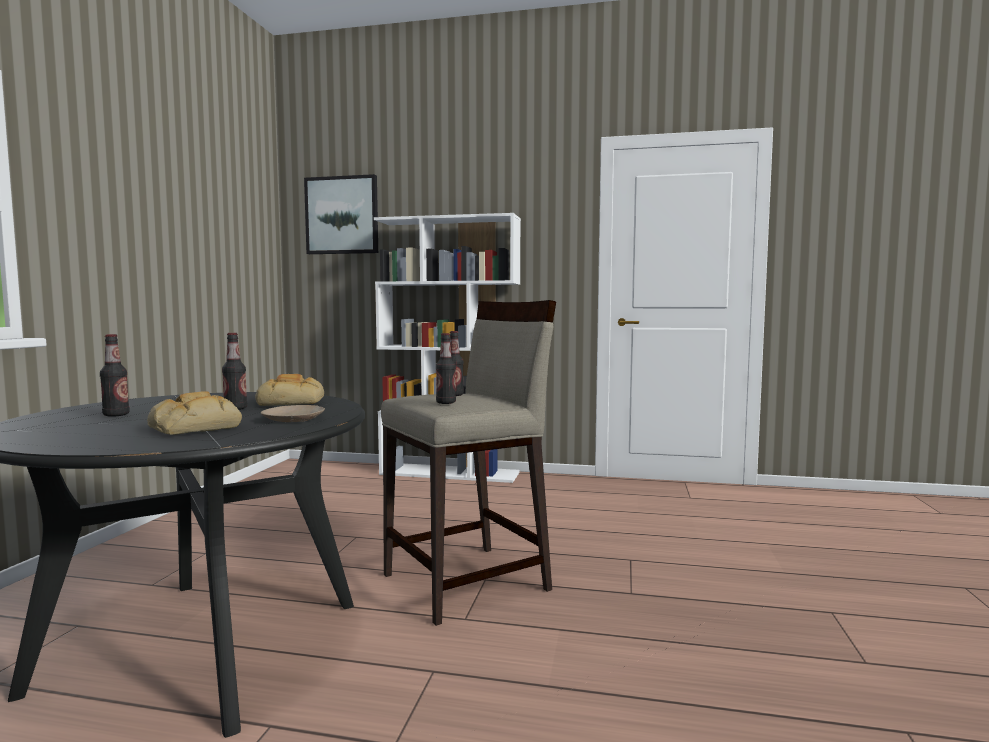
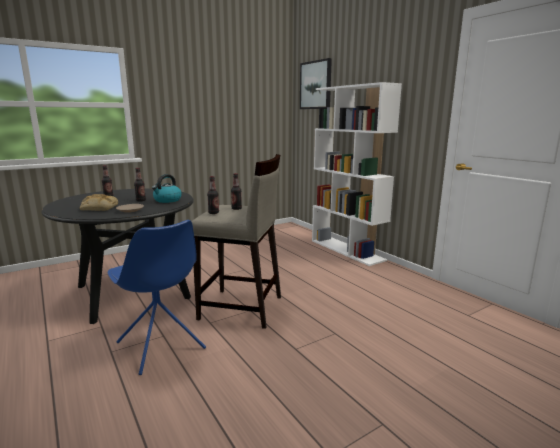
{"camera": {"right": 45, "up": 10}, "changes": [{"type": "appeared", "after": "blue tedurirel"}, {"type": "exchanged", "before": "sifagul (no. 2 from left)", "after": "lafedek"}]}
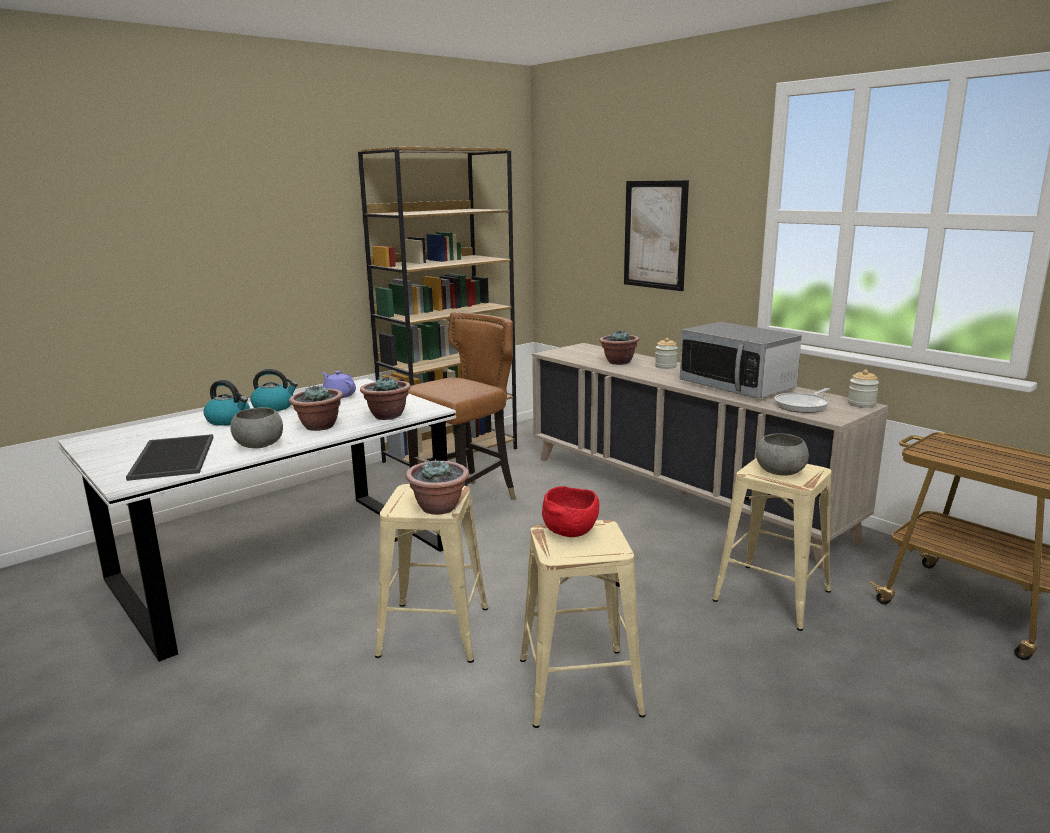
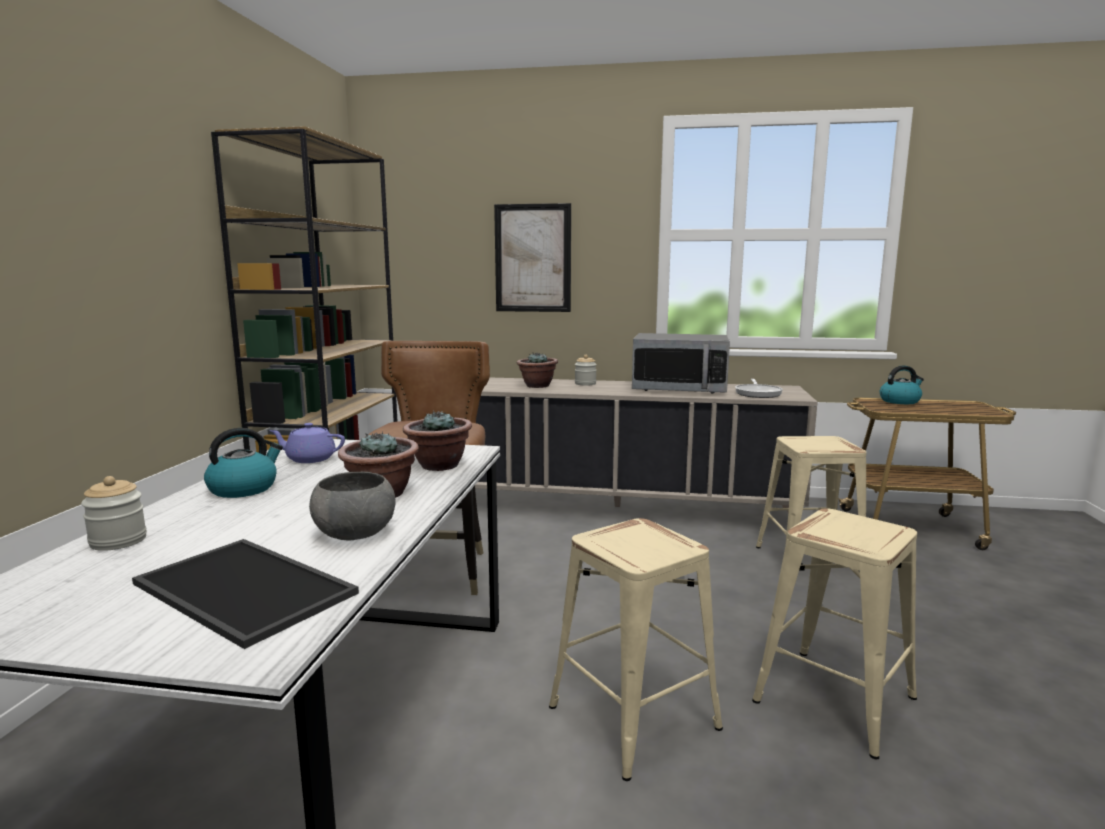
{"camera": {"right": -40, "up": -5}, "changes": [{"type": "relocated", "before": "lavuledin (no. 2 from left in the first image)", "after": "lavuledin (no. 1 from left)"}, {"type": "relocated", "before": "lafedek (no. 1 from left in the first image)", "after": "lafedek (no. 2 from left)"}, {"type": "missing", "before": "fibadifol (no. 3 from left)"}, {"type": "missing", "before": "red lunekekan"}, {"type": "missing", "before": "grey lunekekan (no. 2 from left)"}]}
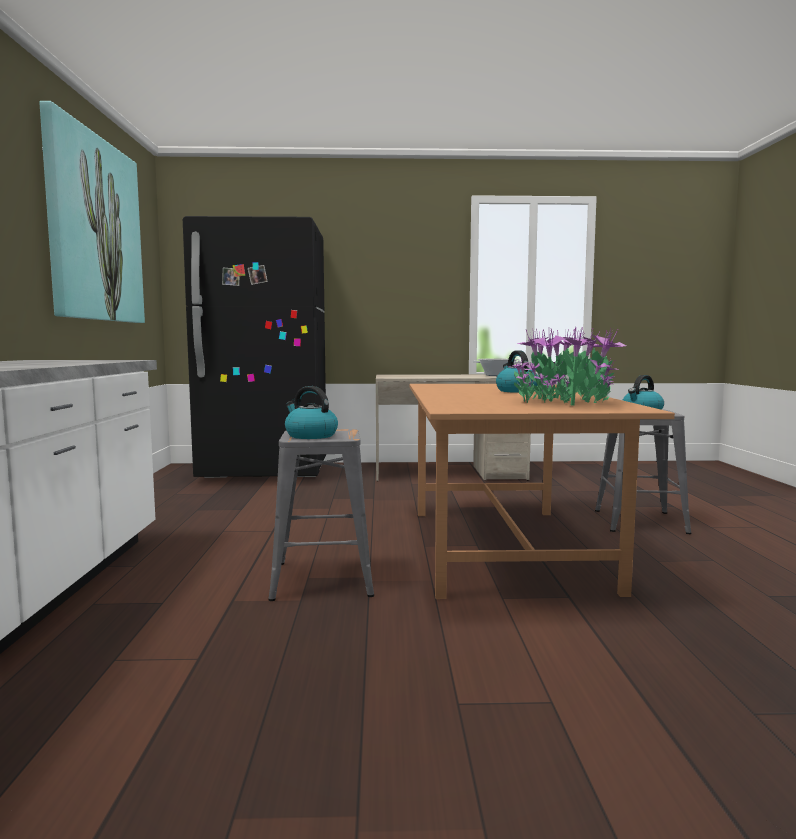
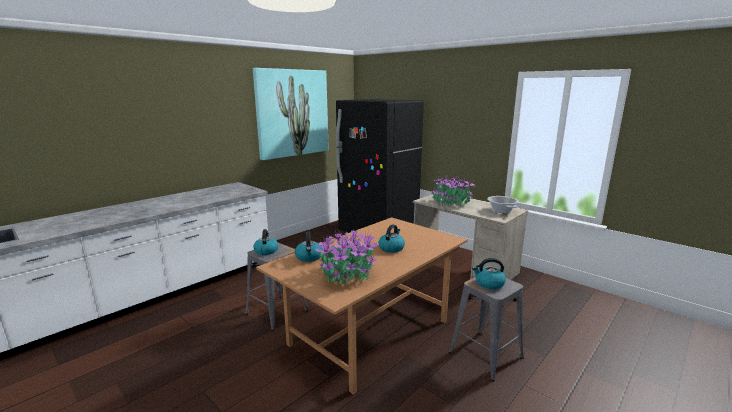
{"camera": {"right": 45, "up": 10}, "changes": [{"type": "appeared", "after": "lafedek (no. 2 from left)"}, {"type": "appeared", "after": "fibadifol (no. 2 from left)"}]}
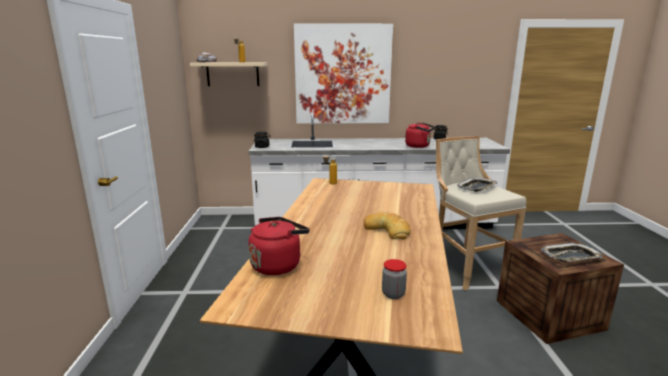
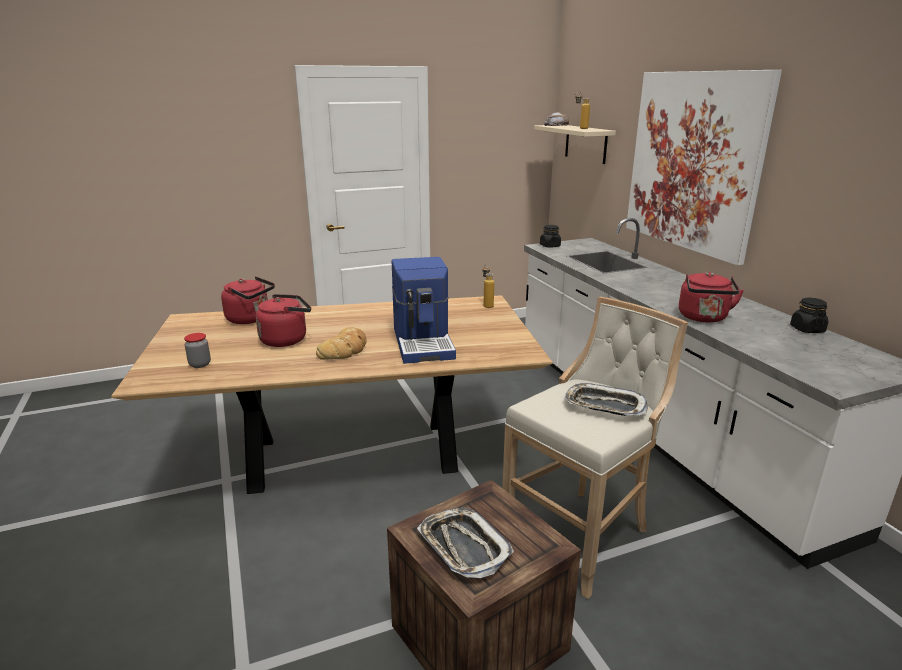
{"camera": {"right": 70, "up": 5}, "changes": [{"type": "appeared", "after": "red lafedek (no. 2 from left)"}, {"type": "appeared", "after": "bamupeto"}]}
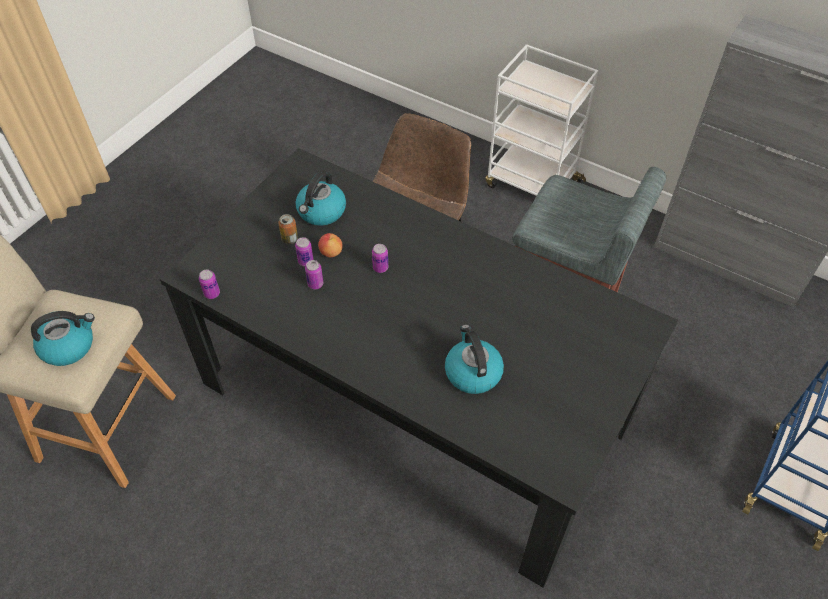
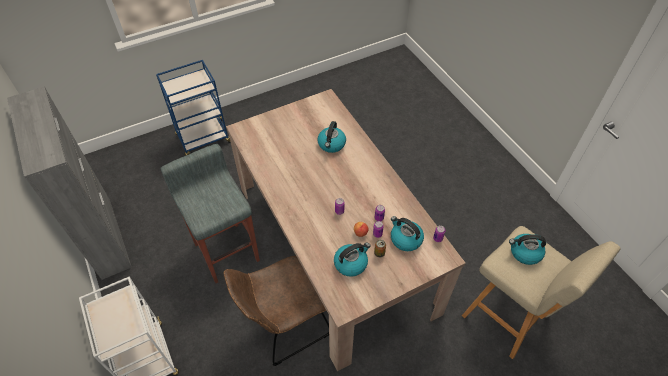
{"camera": {"right": -150, "up": 0}, "changes": [{"type": "colour", "before": "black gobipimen", "after": "beige gobipimen"}, {"type": "appeared", "after": "lafedek (no. 3 from left)"}]}
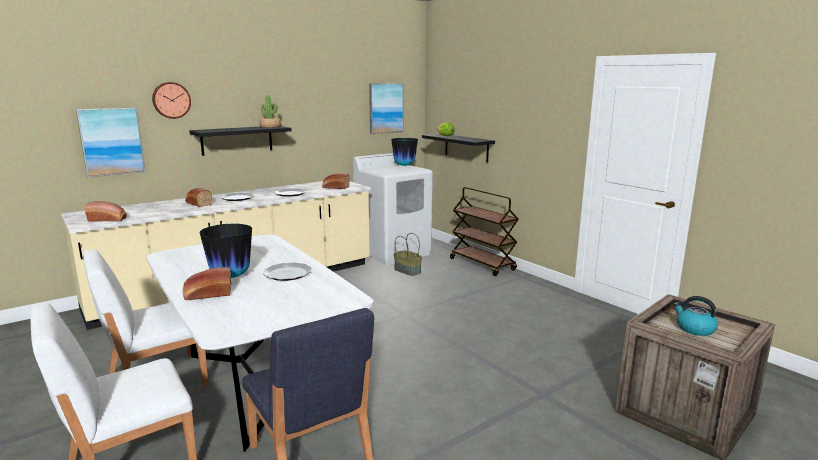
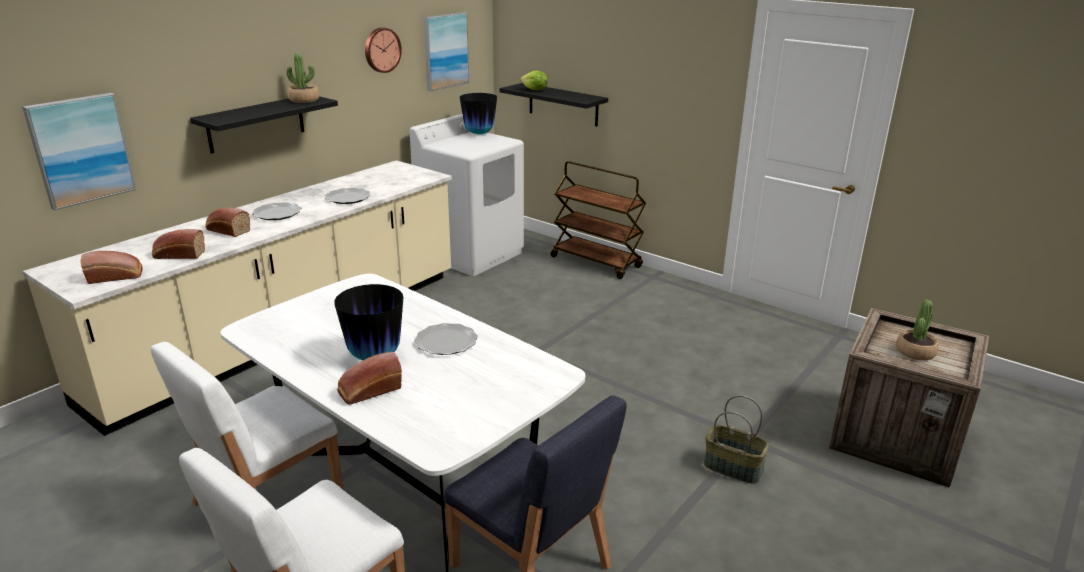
{"camera": {"right": -15, "up": 10}, "changes": [{"type": "relocated", "before": "sifagul (no. 4 from left in the first image)", "after": "sifagul (no. 2 from left)"}, {"type": "relocated", "before": "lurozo"}, {"type": "relocated", "before": "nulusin"}, {"type": "exchanged", "before": "lafedek", "after": "fibadifol (no. 2 from left)"}]}
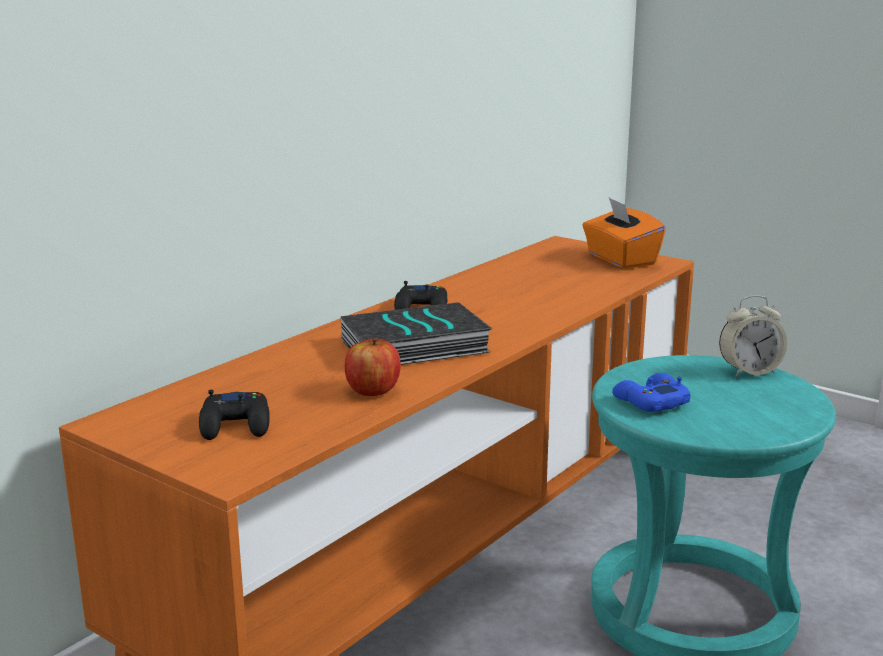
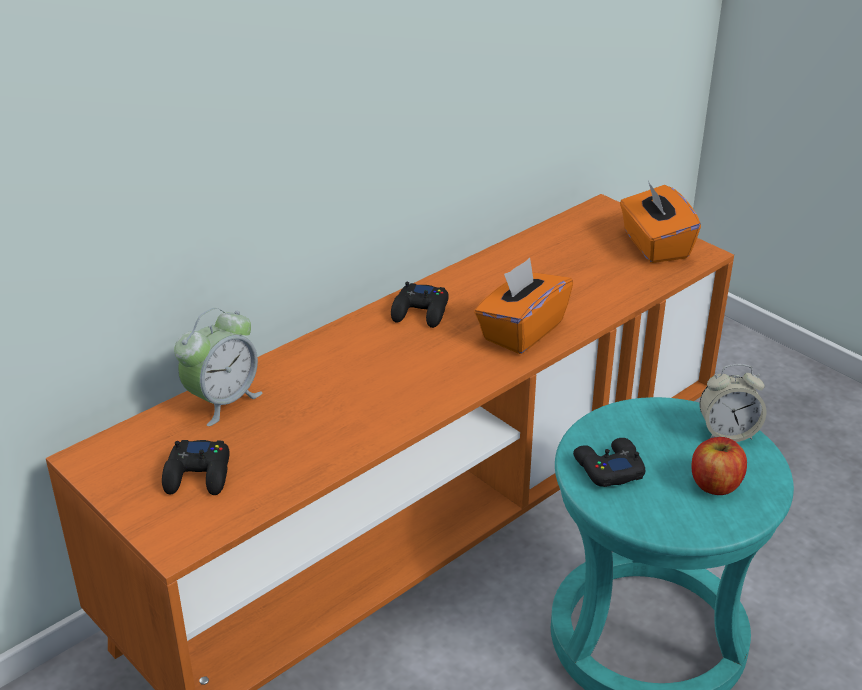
{"camera": {"right": 10, "up": 15}, "changes": [{"type": "appeared", "after": "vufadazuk (no. 1 from left)"}, {"type": "appeared", "after": "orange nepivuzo (no. 1 from left)"}, {"type": "colour", "before": "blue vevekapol", "after": "black vevekapol (no. 3 from left)"}, {"type": "relocated", "before": "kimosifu"}, {"type": "missing", "before": "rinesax"}]}
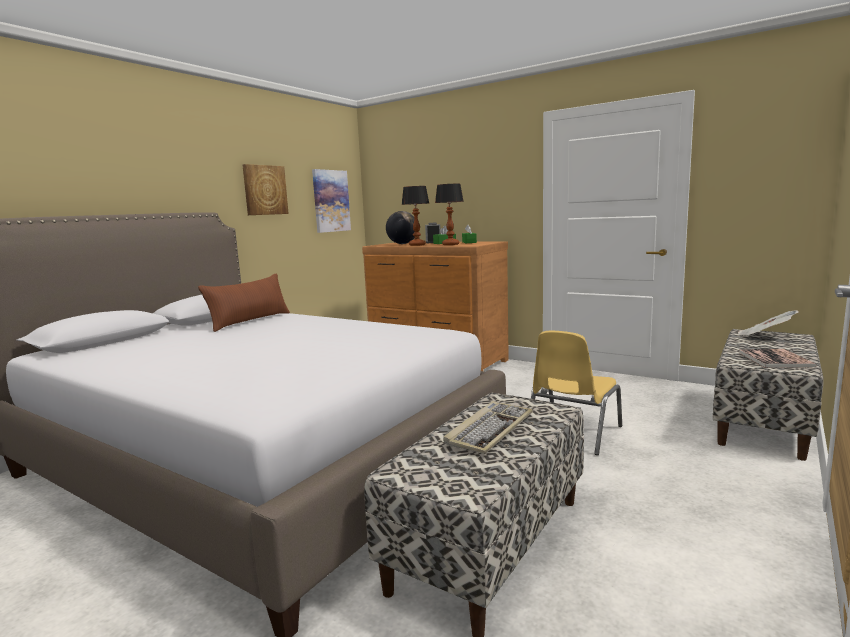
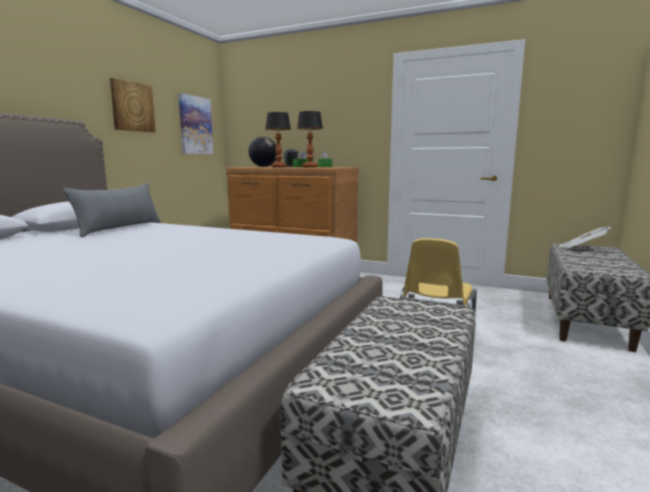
{"camera": {"right": -10, "up": 0}, "changes": [{"type": "colour", "before": "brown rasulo", "after": "grey rasulo"}, {"type": "missing", "before": "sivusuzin"}, {"type": "missing", "before": "rinesax"}]}
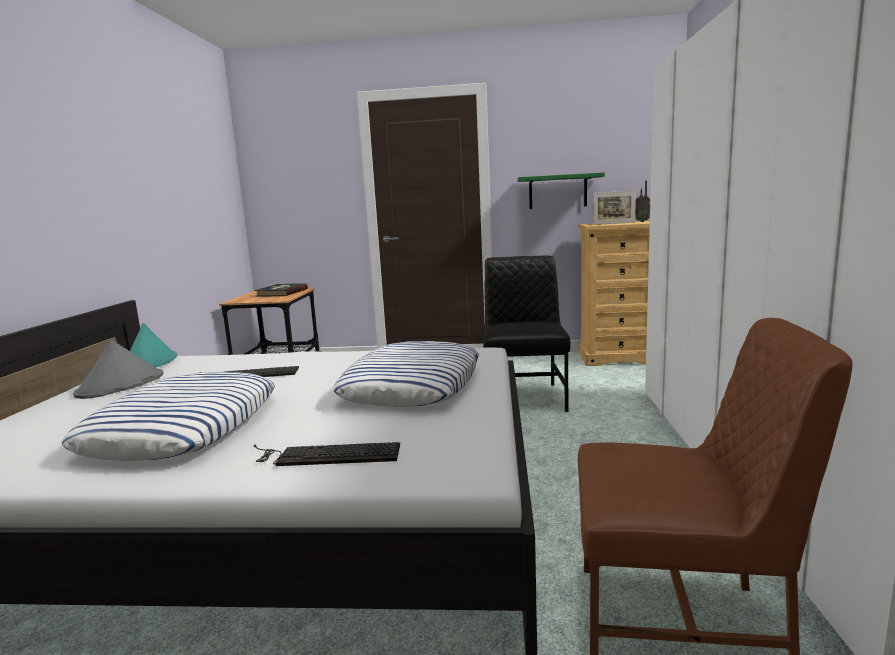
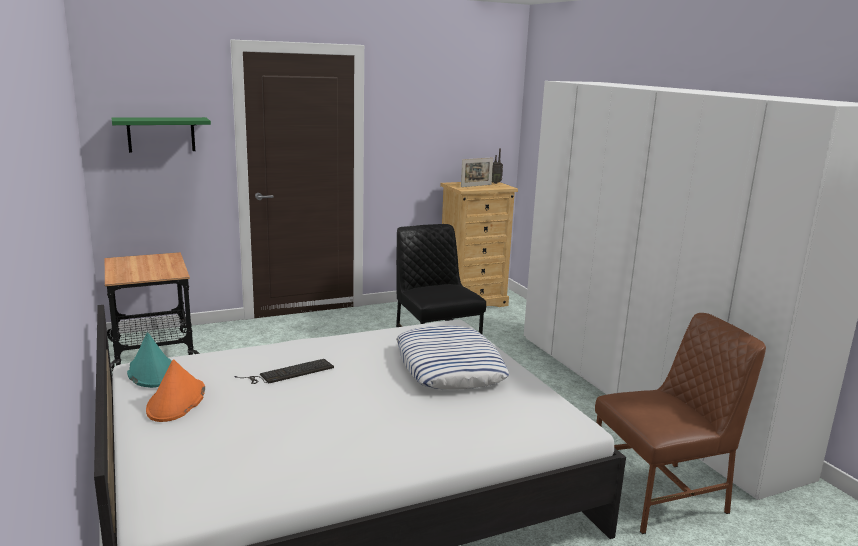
{"camera": {"right": -30, "up": 5}, "changes": [{"type": "relocated", "before": "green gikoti"}, {"type": "colour", "before": "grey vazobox", "after": "orange vazobox"}, {"type": "missing", "before": "rasulo (no. 1 from left)"}, {"type": "missing", "before": "sivusuzin (no. 2 from left)"}, {"type": "missing", "before": "rinesax"}]}
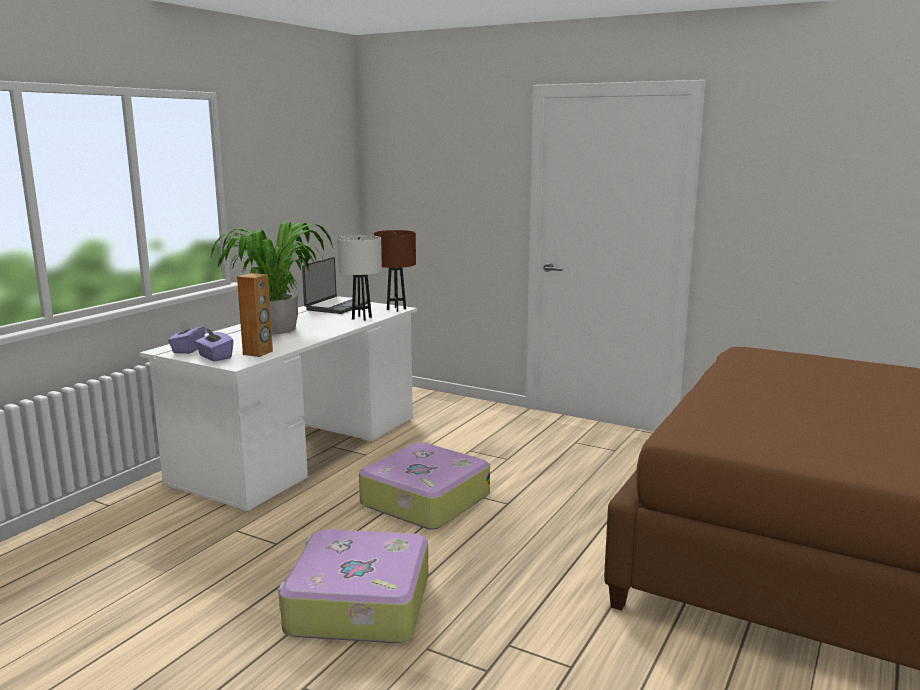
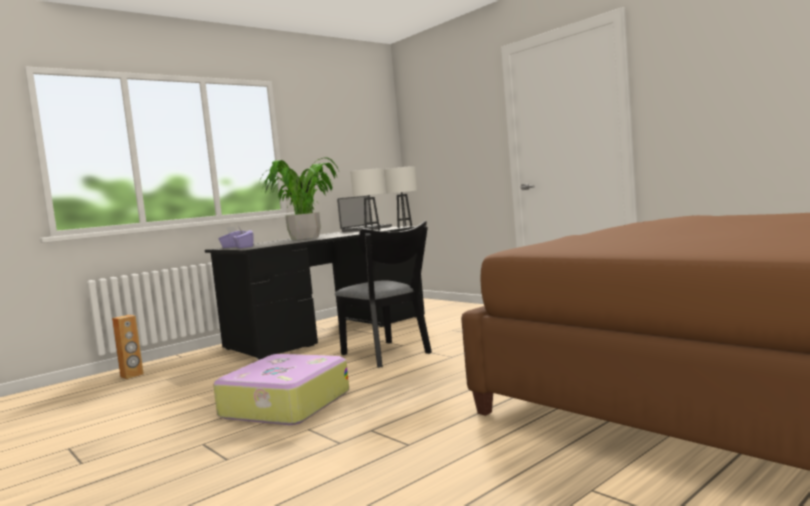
{"camera": {"right": 20, "up": -10}, "changes": [{"type": "relocated", "before": "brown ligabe"}, {"type": "colour", "before": "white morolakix", "after": "black morolakix"}, {"type": "exchanged", "before": "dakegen (no. 2 from left)", "after": "black tedurirel"}, {"type": "colour", "before": "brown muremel", "after": "white muremel (no. 2 from left)"}]}
